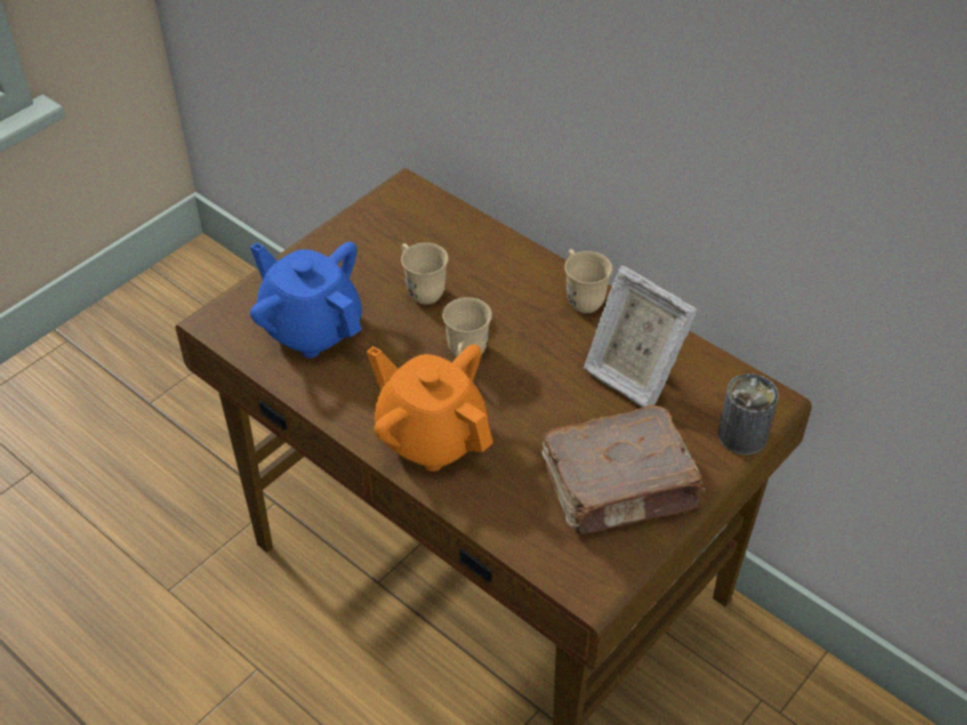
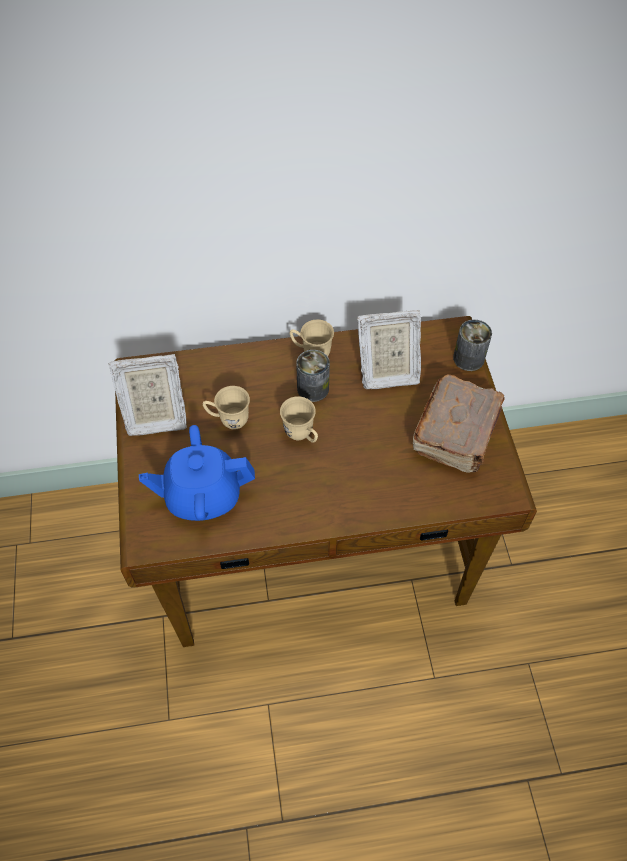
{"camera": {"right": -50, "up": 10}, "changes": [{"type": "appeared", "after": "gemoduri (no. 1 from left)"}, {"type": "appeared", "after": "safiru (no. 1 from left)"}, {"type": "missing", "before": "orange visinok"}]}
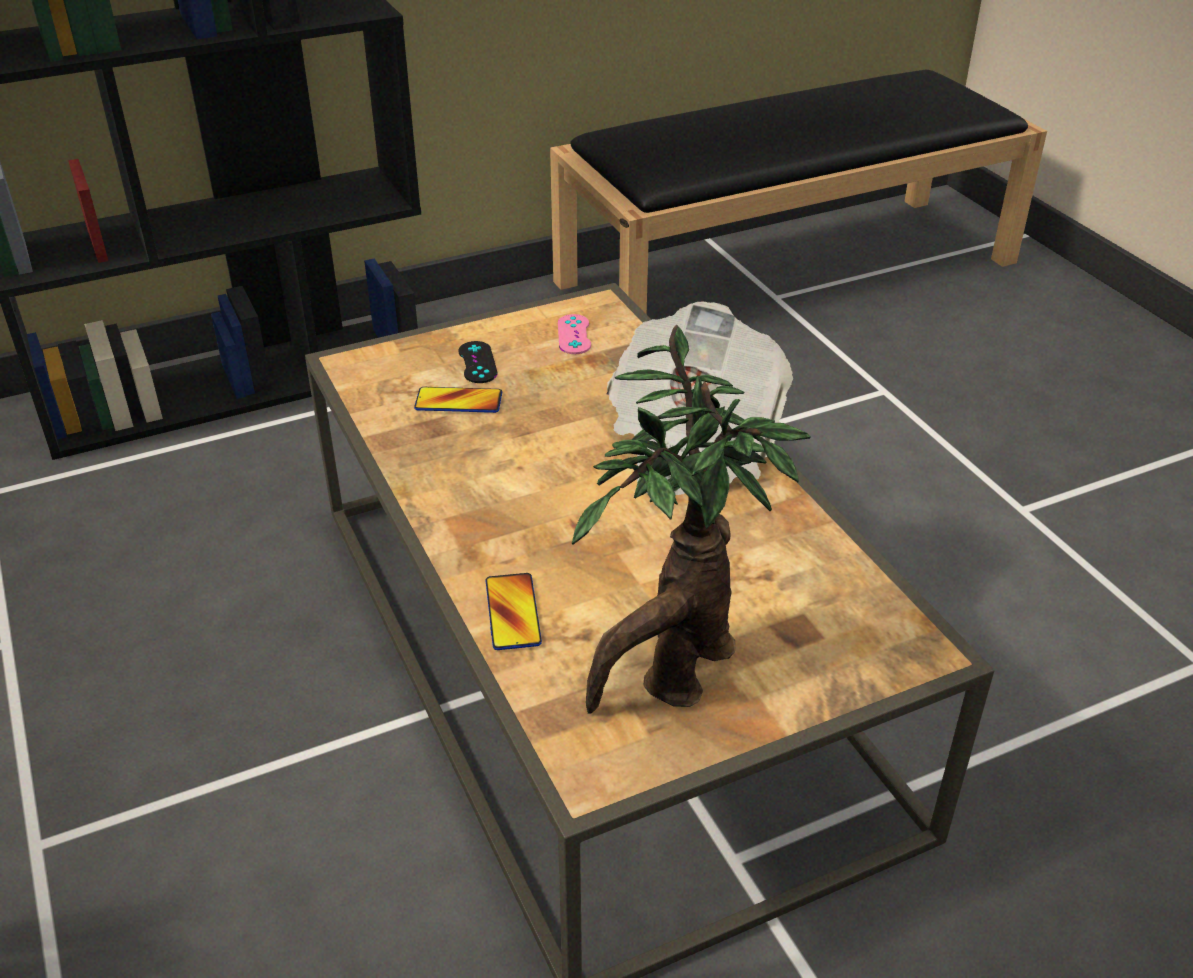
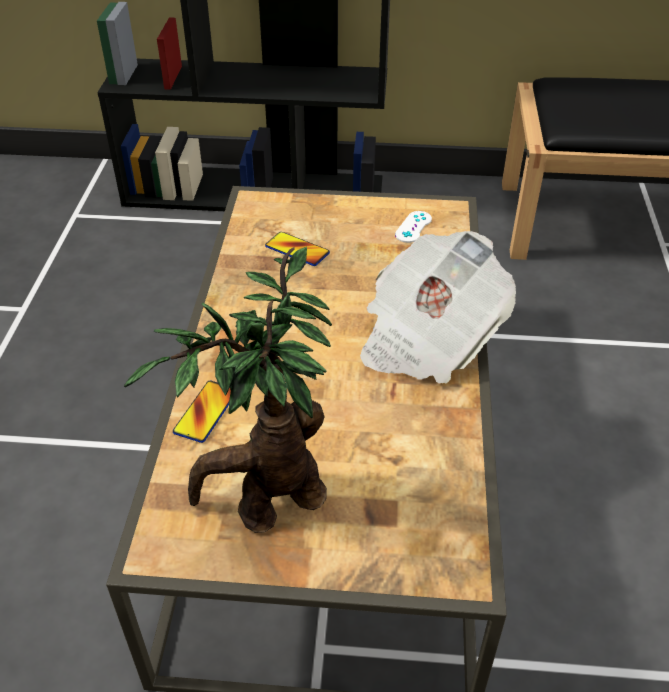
{"camera": {"right": 30, "up": 5}, "changes": [{"type": "colour", "before": "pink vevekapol", "after": "white vevekapol"}, {"type": "missing", "before": "black vevekapol"}]}
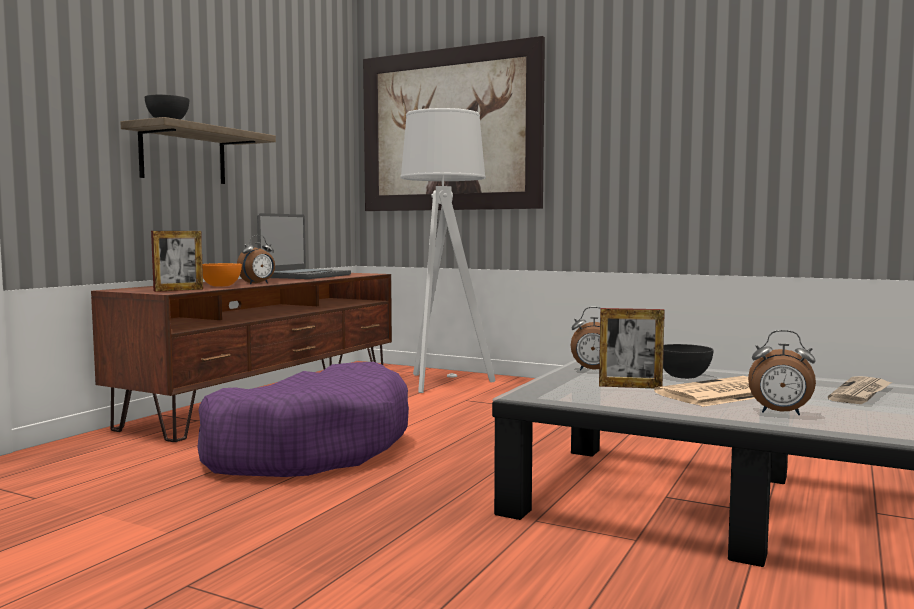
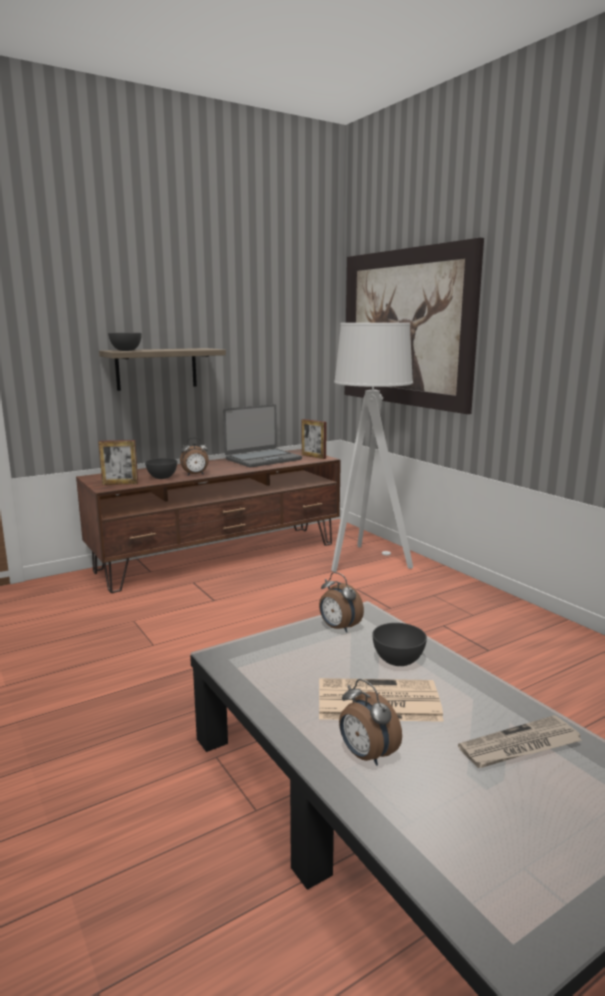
{"camera": {"right": 30, "up": 10}, "changes": [{"type": "colour", "before": "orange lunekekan", "after": "grey lunekekan (no. 2 from left)"}, {"type": "relocated", "before": "gemoduri (no. 2 from left)"}, {"type": "missing", "before": "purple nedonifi"}]}
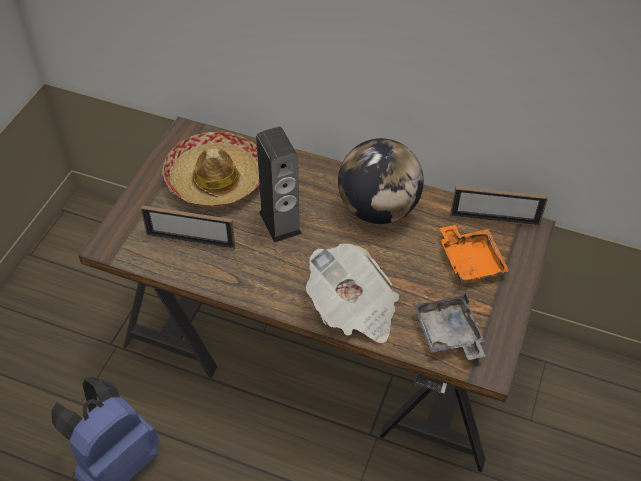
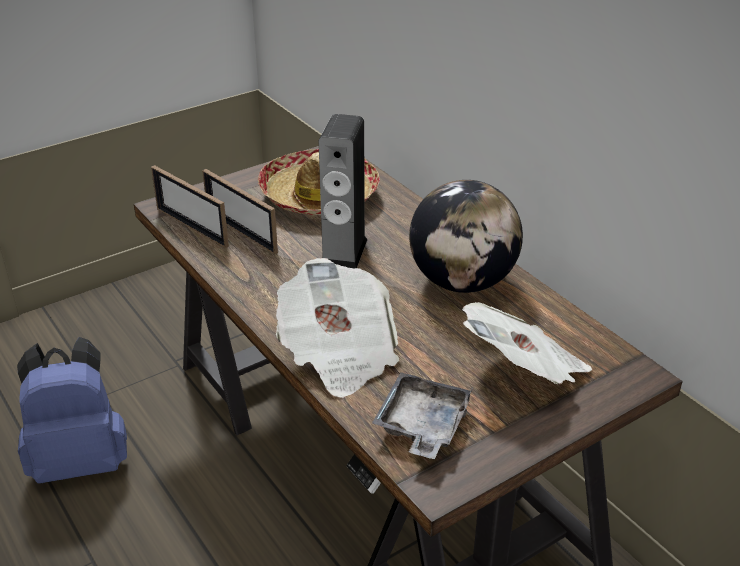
{"camera": {"right": 35, "up": -15}, "changes": [{"type": "relocated", "before": "gemoduri (no. 2 from left in the first image)", "after": "gemoduri (no. 1 from left)"}, {"type": "exchanged", "before": "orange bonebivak", "after": "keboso (no. 2 from left)"}]}
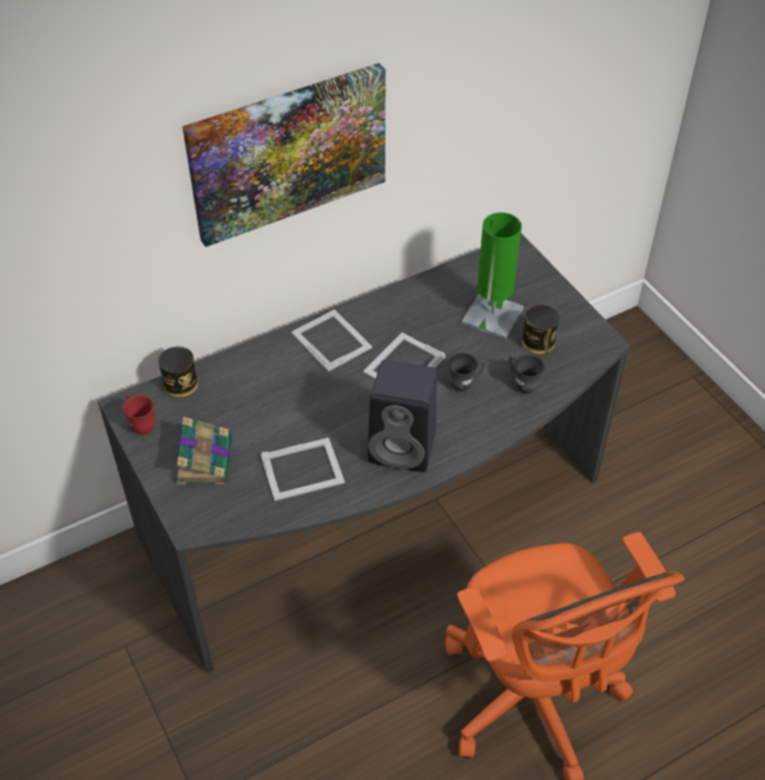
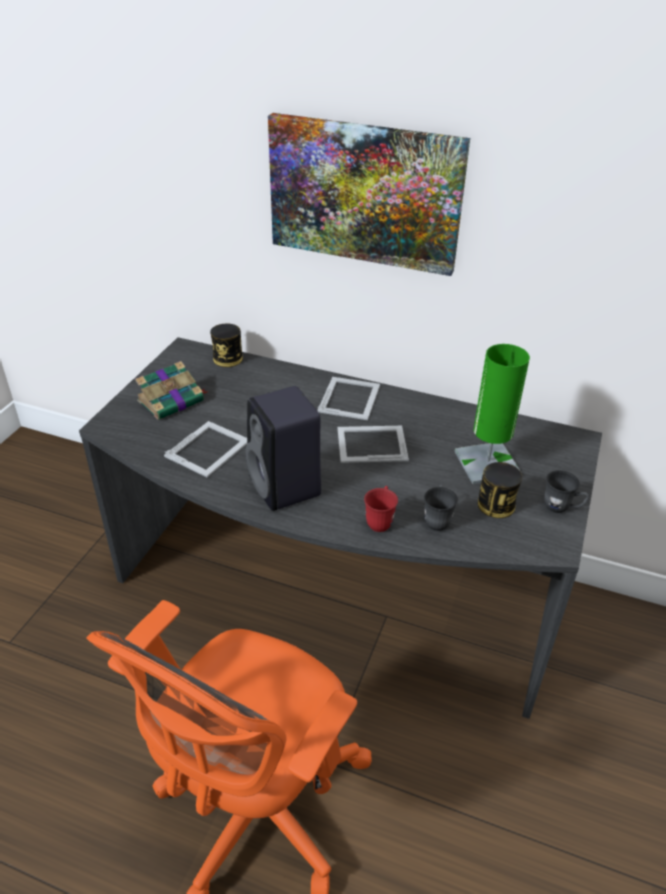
{"camera": {"right": 50, "up": -10}, "changes": [{"type": "spun", "before": "gemoduri (no. 1 from left)", "turn": -90}, {"type": "relocated", "before": "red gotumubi"}, {"type": "relocated", "before": "grey gotumubi (no. 1 from left in the first image)", "after": "grey gotumubi (no. 2 from left)"}]}
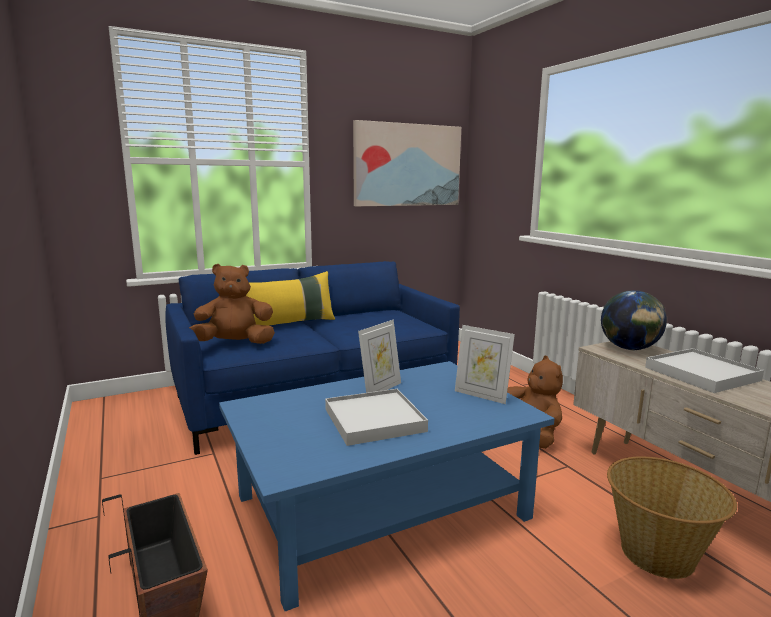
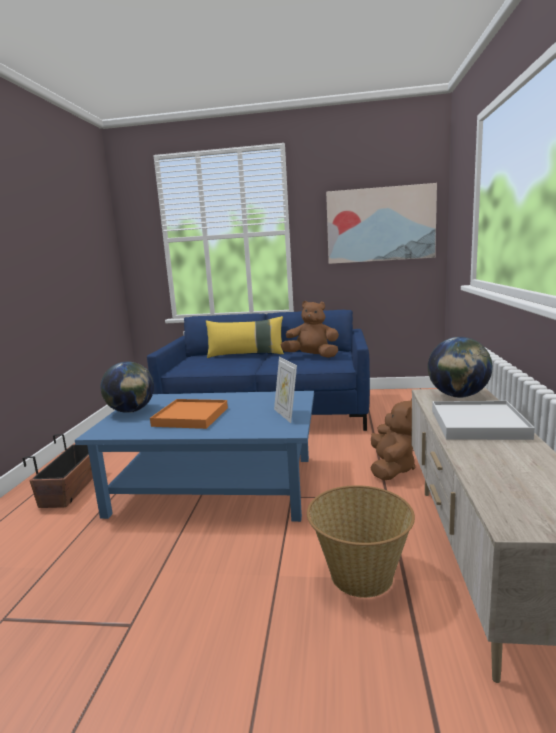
{"camera": {"right": 35, "up": 0}, "changes": [{"type": "appeared", "after": "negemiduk (no. 1 from left)"}, {"type": "colour", "before": "white bonebivak (no. 1 from left)", "after": "orange bonebivak"}, {"type": "relocated", "before": "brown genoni (no. 1 from left)"}, {"type": "missing", "before": "gemoduri (no. 1 from left)"}]}
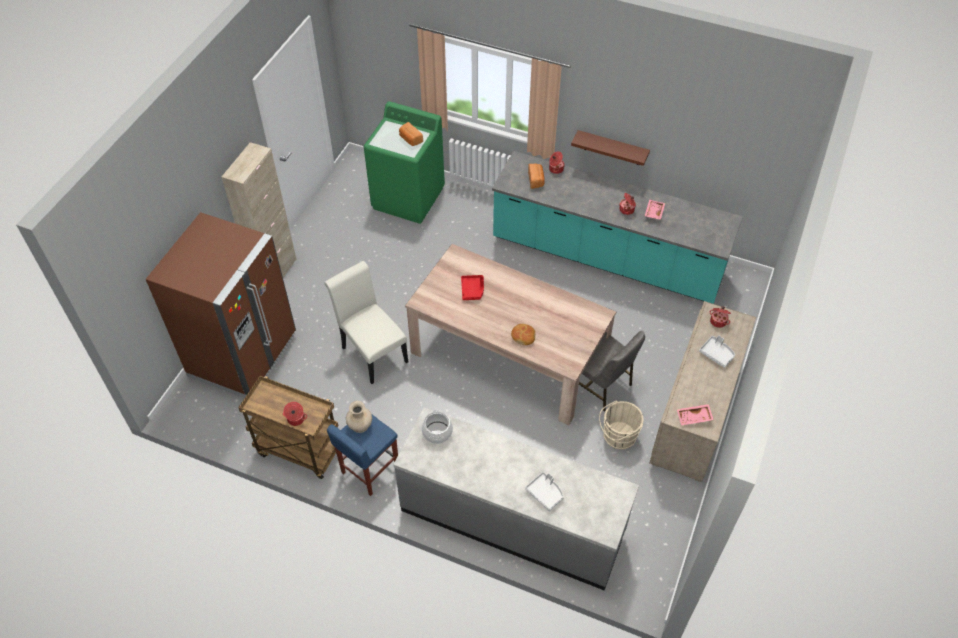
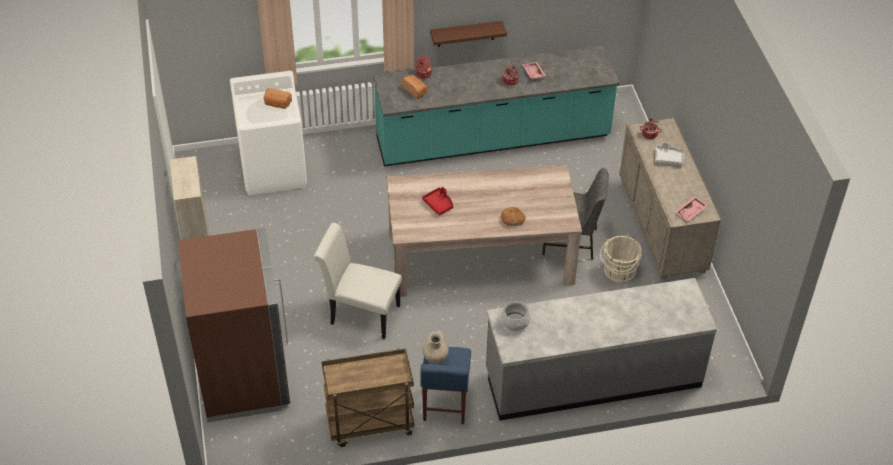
{"camera": {"right": -35, "up": -5}, "changes": [{"type": "colour", "before": "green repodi", "after": "white repodi"}, {"type": "missing", "before": "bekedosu (no. 1 from left)"}, {"type": "missing", "before": "grey bonebivak (no. 1 from left)"}]}
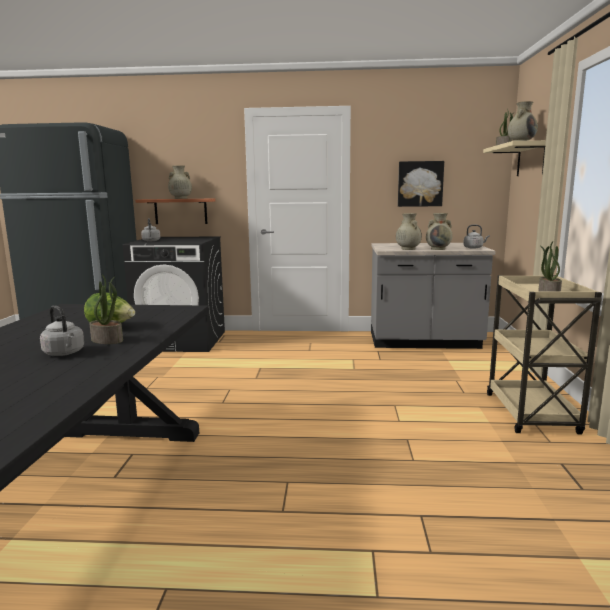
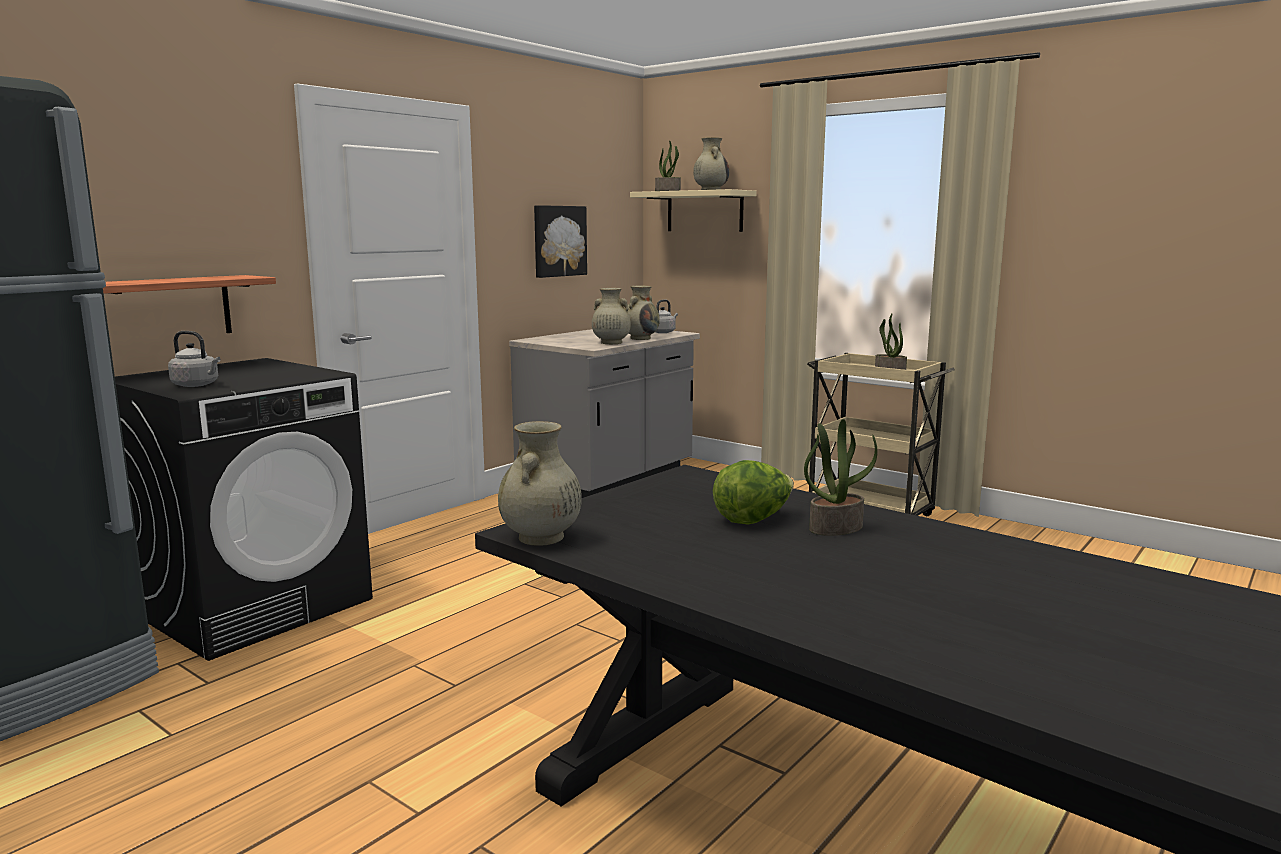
{"camera": {"right": -55, "up": 0}, "changes": [{"type": "relocated", "before": "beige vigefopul (no. 1 from left)"}, {"type": "missing", "before": "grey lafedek (no. 1 from left)"}]}
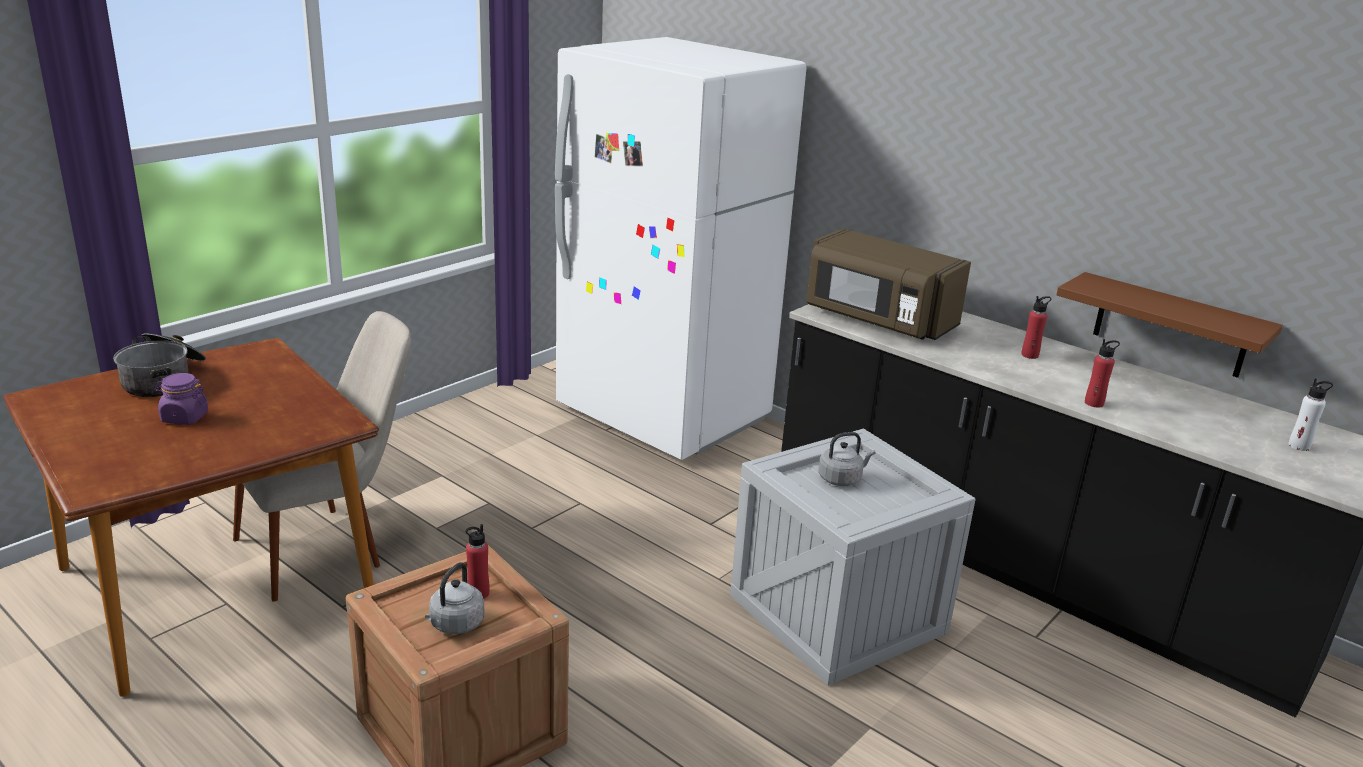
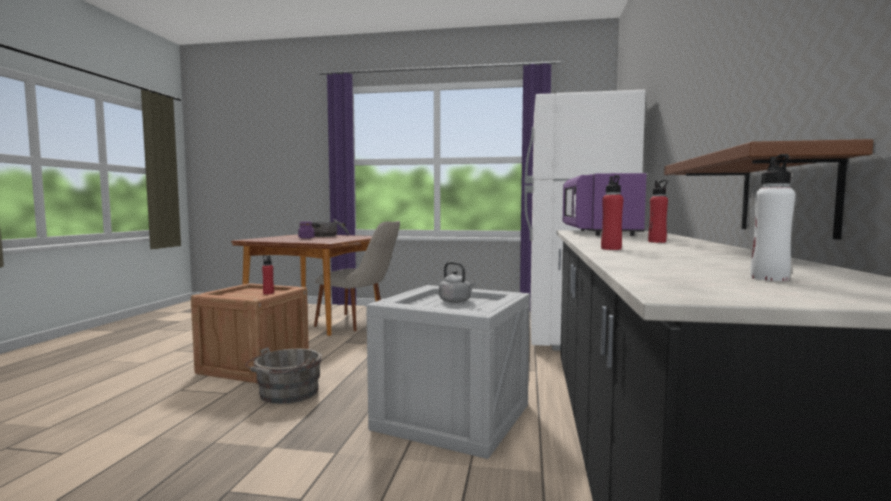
{"camera": {"right": 60, "up": -20}, "changes": [{"type": "appeared", "after": "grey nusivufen"}, {"type": "colour", "before": "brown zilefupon", "after": "purple zilefupon"}, {"type": "missing", "before": "grey lafedek (no. 1 from left)"}]}
